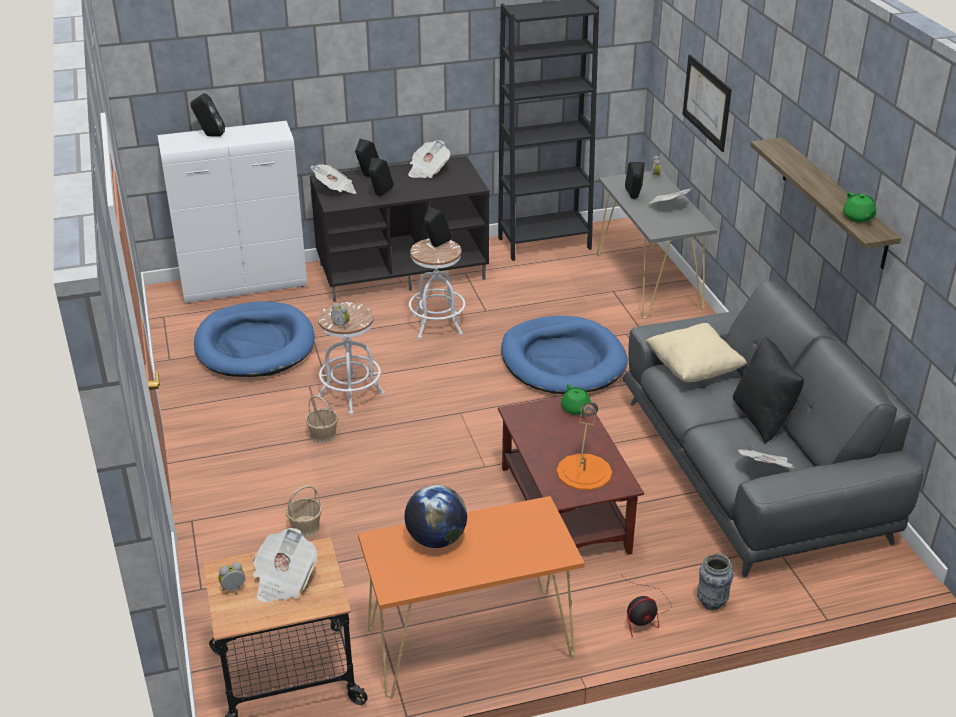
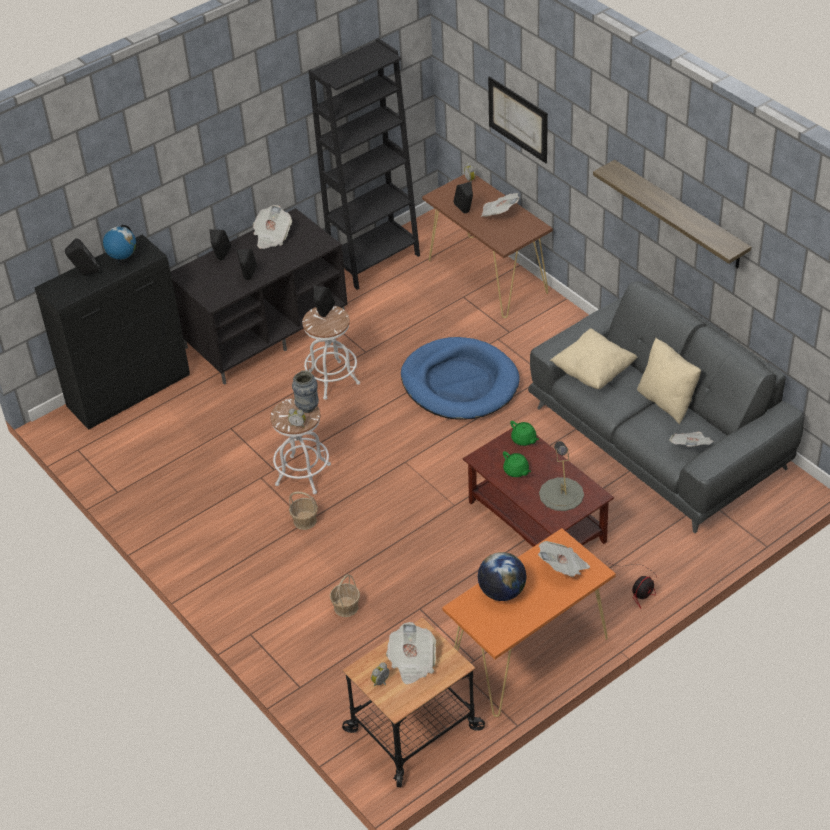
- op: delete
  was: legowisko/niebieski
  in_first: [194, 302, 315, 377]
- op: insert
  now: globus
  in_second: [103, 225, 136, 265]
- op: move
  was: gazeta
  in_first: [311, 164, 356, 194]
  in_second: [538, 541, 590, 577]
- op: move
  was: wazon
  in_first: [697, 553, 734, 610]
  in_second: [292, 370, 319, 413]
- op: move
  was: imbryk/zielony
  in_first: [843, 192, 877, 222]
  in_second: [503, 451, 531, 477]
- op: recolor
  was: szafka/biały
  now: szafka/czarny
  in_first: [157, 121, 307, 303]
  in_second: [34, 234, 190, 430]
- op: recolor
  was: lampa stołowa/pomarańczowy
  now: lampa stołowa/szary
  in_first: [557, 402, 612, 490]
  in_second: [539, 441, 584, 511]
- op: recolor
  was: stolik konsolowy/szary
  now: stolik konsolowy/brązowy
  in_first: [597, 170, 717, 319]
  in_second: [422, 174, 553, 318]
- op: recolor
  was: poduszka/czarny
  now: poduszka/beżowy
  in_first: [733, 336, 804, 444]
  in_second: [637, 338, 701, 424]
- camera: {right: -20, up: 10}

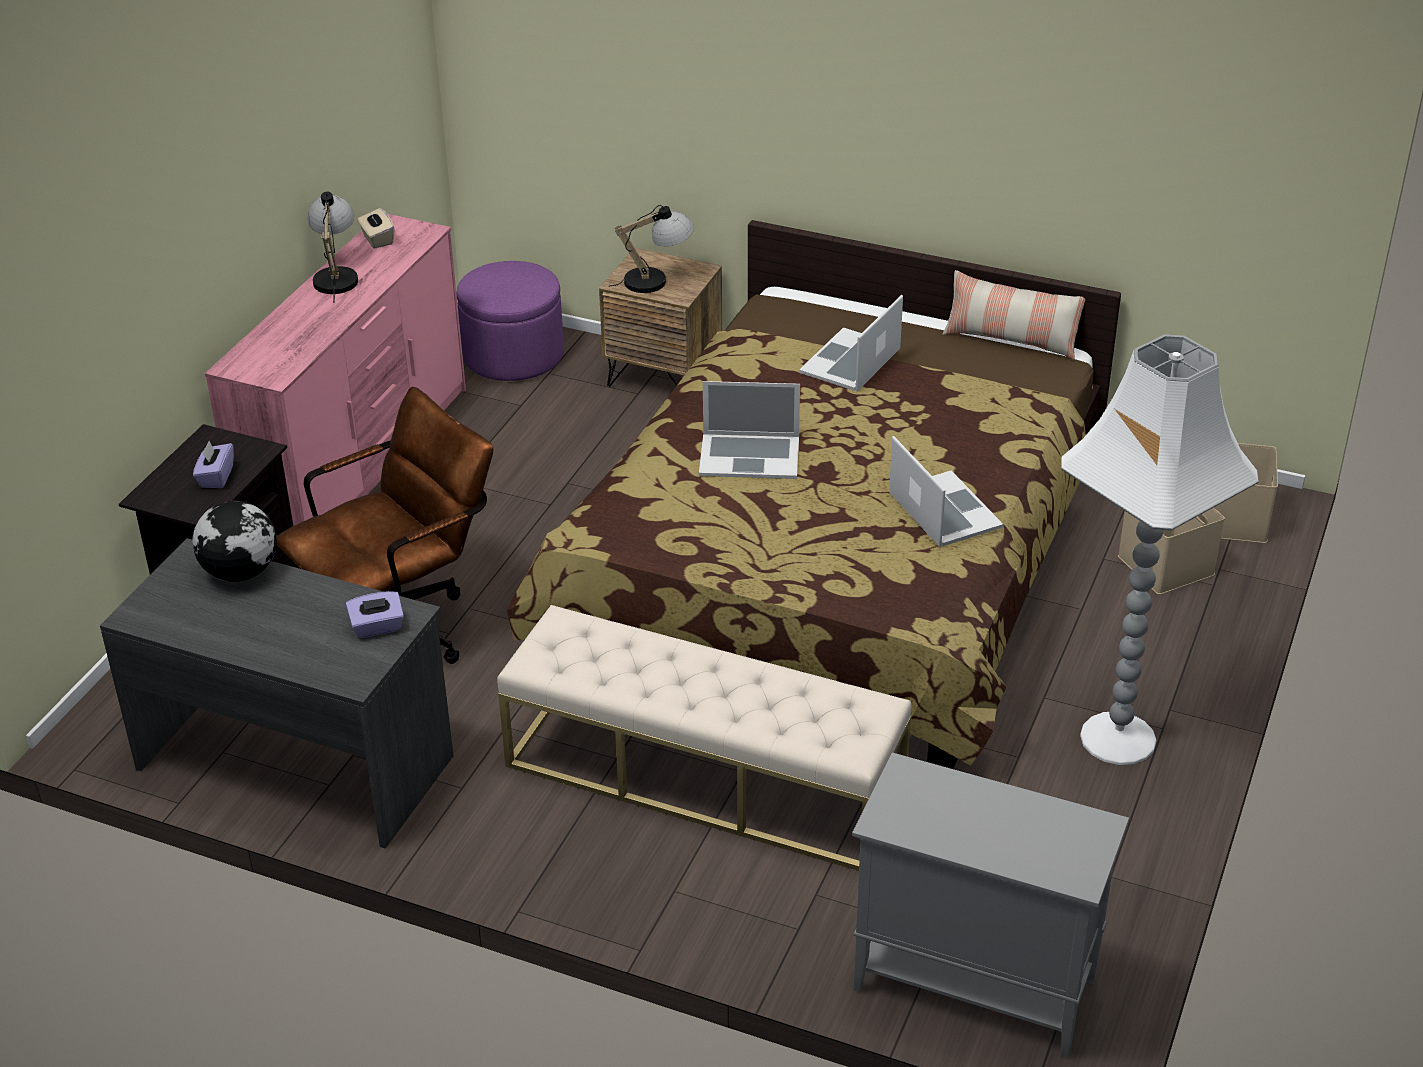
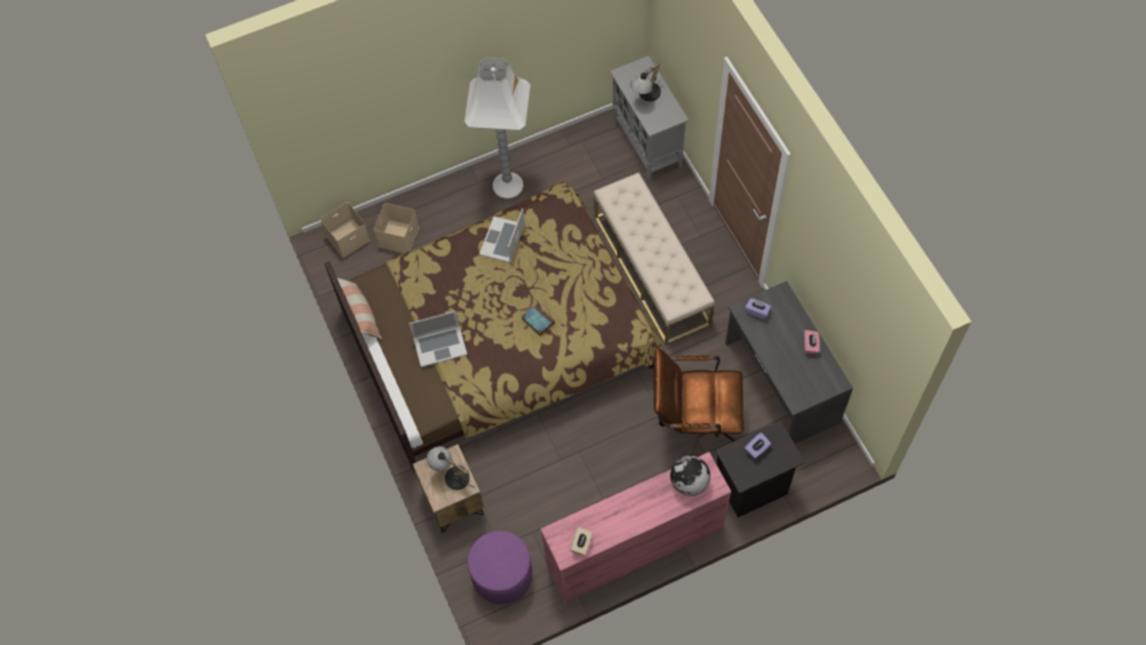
- op: insert
  now: pudełko chusteczek/różowy
  in_second: [804, 330, 820, 354]
- op: move
  was: globus
  in_first: [193, 501, 277, 582]
  in_second: [670, 456, 710, 496]
- op: move
  was: lampa stołowa
  in_first: [308, 192, 358, 303]
  in_second: [630, 62, 661, 101]
- op: replace
  was: laptop
  now: książka
  in_first: [699, 381, 800, 479]
  in_second: [521, 304, 555, 336]
- camera: {right: -135, up: 25}

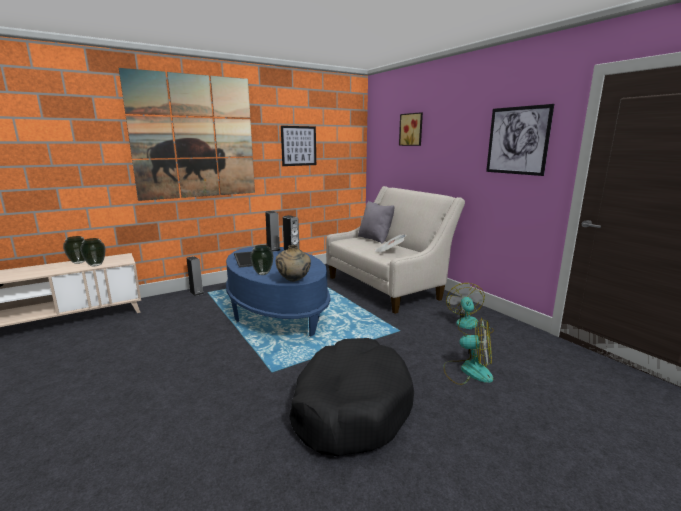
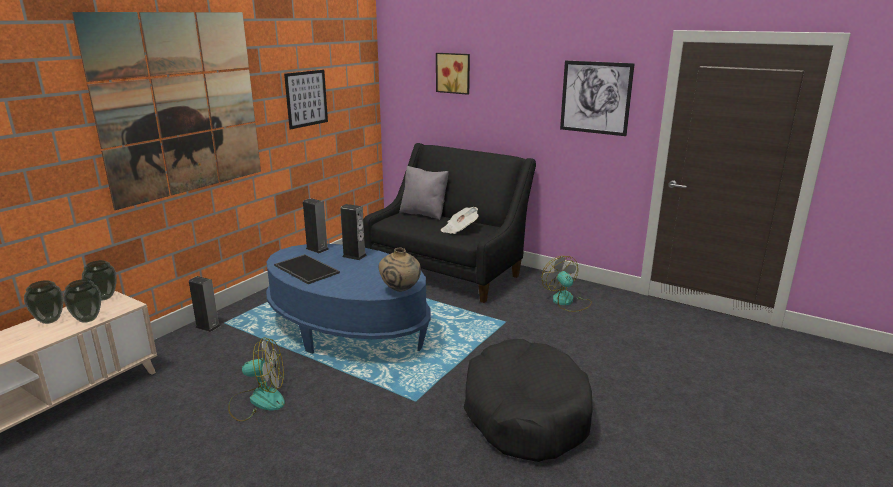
- op: move
  was: wazon
  in_first: [250, 245, 274, 275]
  in_second: [82, 260, 117, 300]
- op: move
  was: wentylator
  in_first: [443, 318, 493, 385]
  in_second: [228, 337, 285, 422]
- op: recolor
  was: kanapa/beżowy
  now: kanapa/czarny
  in_first: [326, 186, 465, 314]
  in_second: [363, 143, 536, 303]
- camera: {right: -25, up: 5}

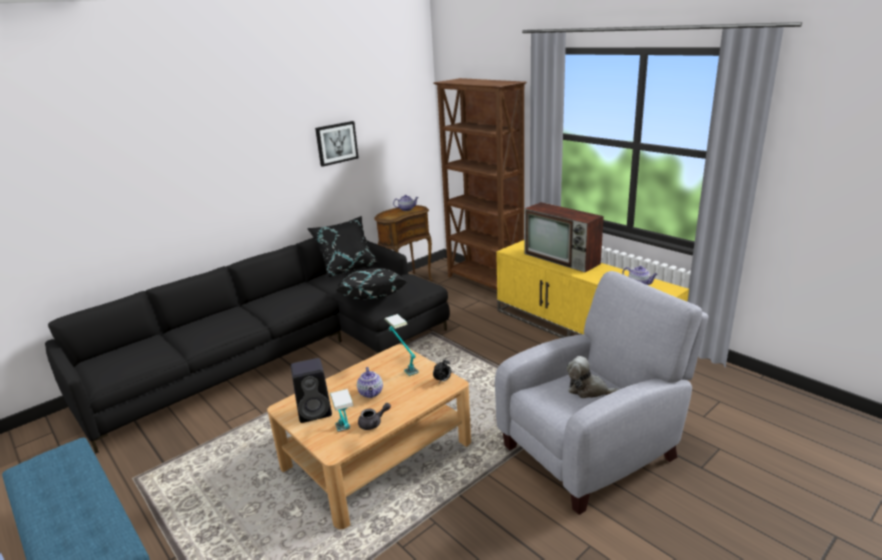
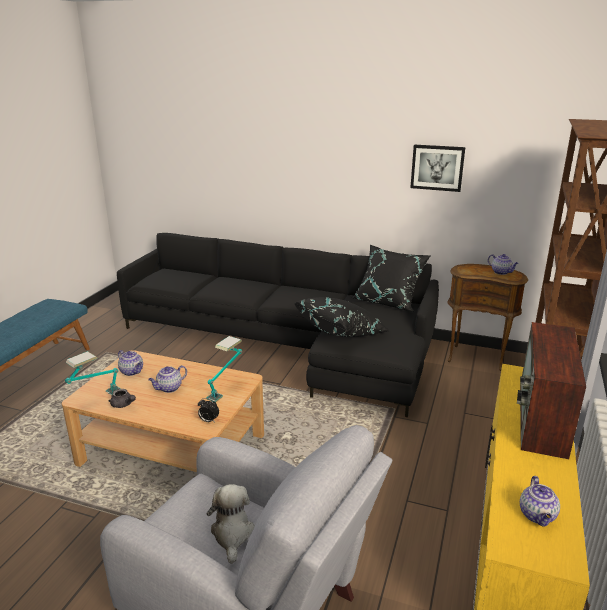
- op: replace
  was: głośnik/czarny
  now: imbryk
  in_first: [291, 358, 332, 423]
  in_second: [118, 350, 143, 376]
- camera: {right: 60, up: 0}

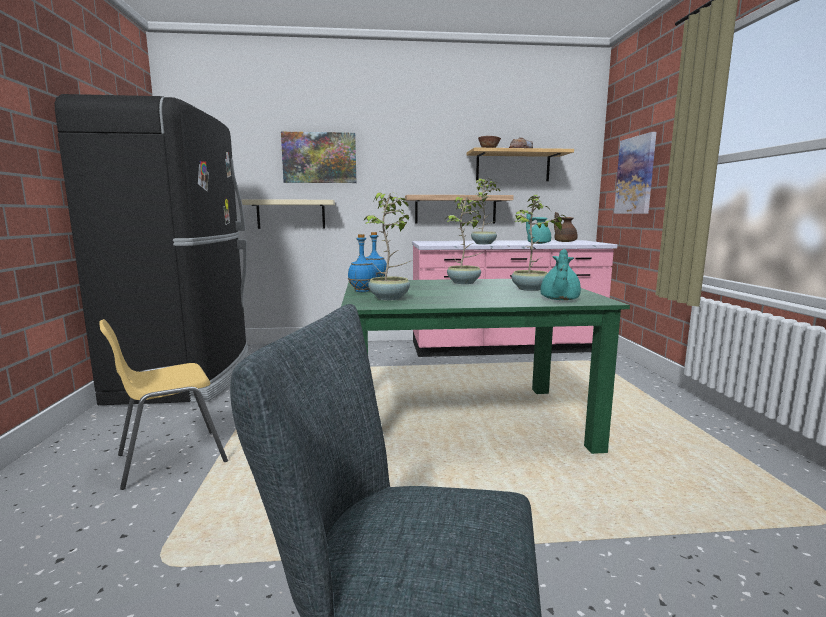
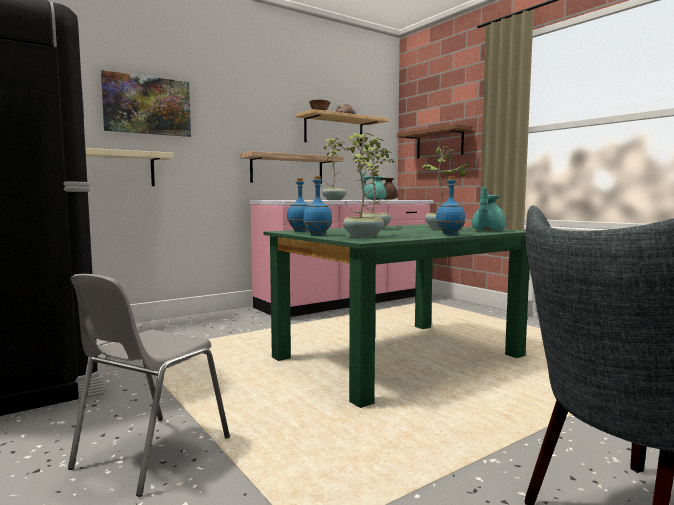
- op: insert
  now: butelka/niebieski
  in_second: [436, 177, 465, 235]
- op: replace
  was: obraz
  now: półka/brązowy
  in_first: [614, 132, 657, 214]
  in_second: [397, 124, 472, 159]
- op: recolor
  was: krzesło/żółty
  now: krzesło/szary
  in_first: [99, 319, 228, 490]
  in_second: [68, 274, 230, 497]
- op: rotate
  was: imbryk/turkusowy
  in_first: [540, 249, 581, 300]
  in_second: [472, 187, 505, 232]
  clockwise: 45
- camera: {right: -30, up: -5}

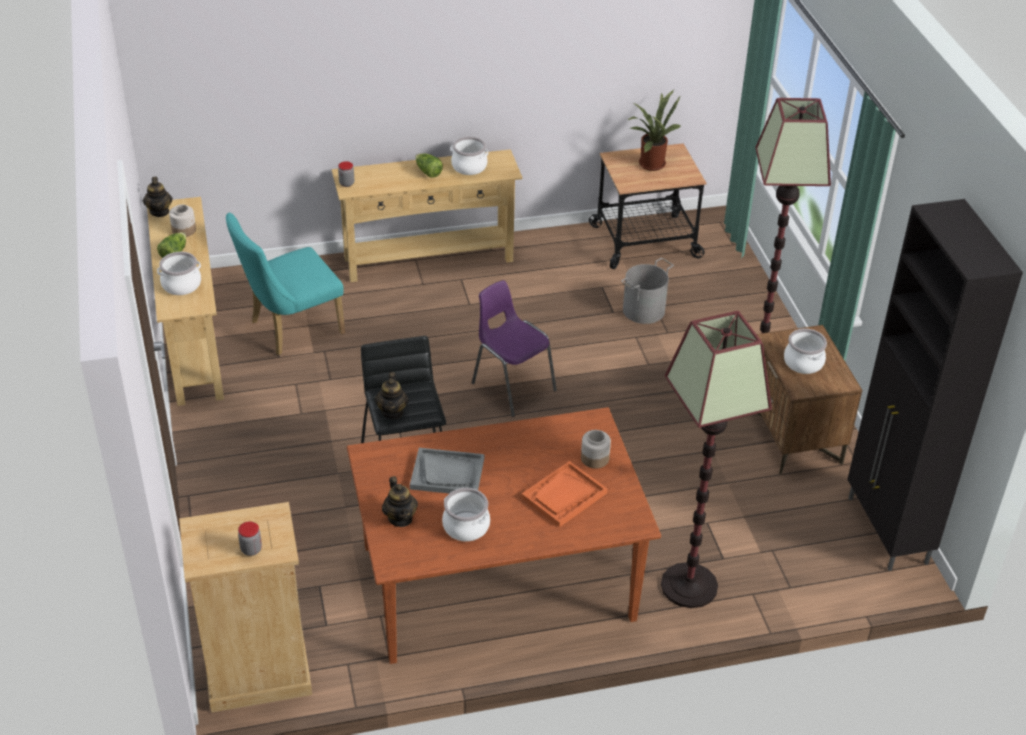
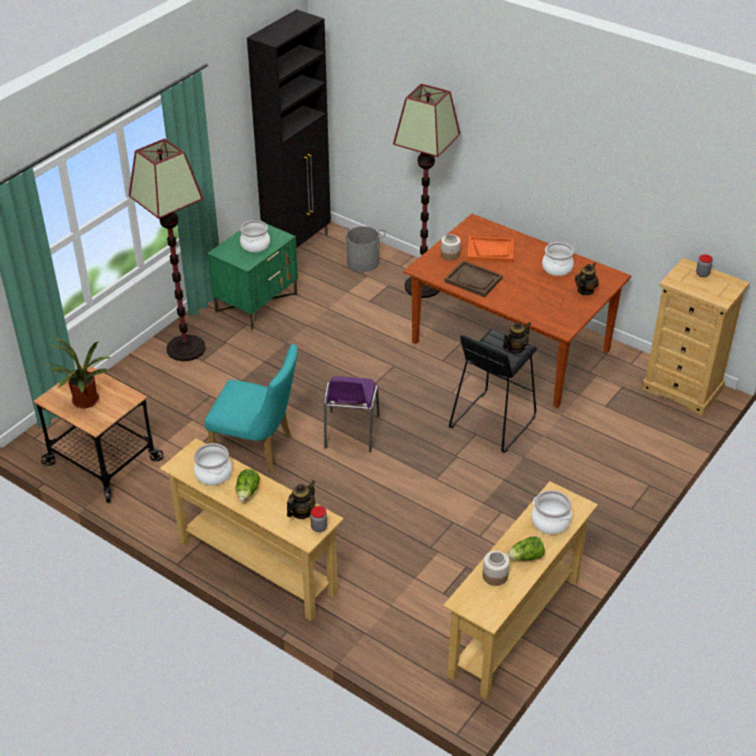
- op: delete
  was: taca/szary
  in_first: [410, 448, 484, 493]
- op: insert
  now: taca/brązowy
  in_second: [444, 261, 503, 297]
- op: move
  was: imbryk
  in_first: [143, 177, 172, 217]
  in_second: [287, 481, 315, 519]
- op: move
  was: krzesło/turkusowy
  in_first: [226, 213, 345, 355]
  in_second: [204, 344, 297, 473]
- op: move
  was: wiadro/szary
  in_first: [621, 258, 674, 324]
  in_second: [339, 226, 386, 272]
- op: recolor
  was: szafka nocna/brązowy
  now: szafka nocna/zielony
  in_first: [757, 325, 862, 474]
  in_second: [207, 219, 298, 330]
- camera: {right: -130, up: 0}

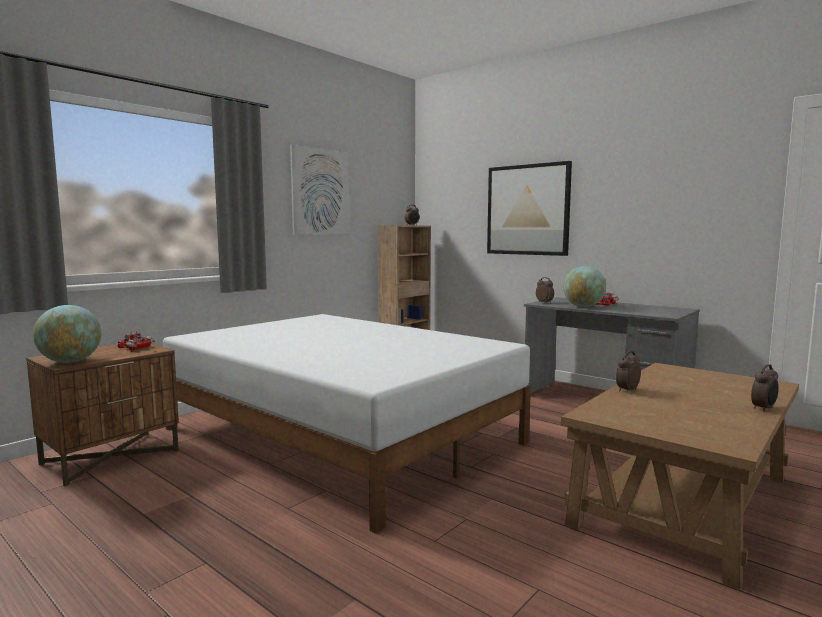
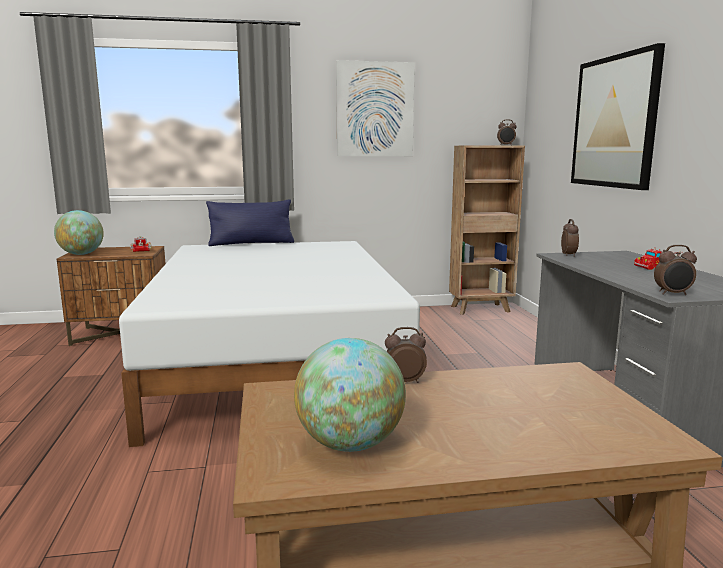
- op: insert
  now: poduszka/niebieski
  in_second: [206, 199, 294, 246]
- op: move
  was: globus
  in_first: [563, 266, 606, 307]
  in_second: [294, 338, 406, 452]
- op: move
  was: budzik
  in_first: [751, 364, 779, 412]
  in_second: [654, 245, 697, 295]
- camera: {right: 40, up: 5}

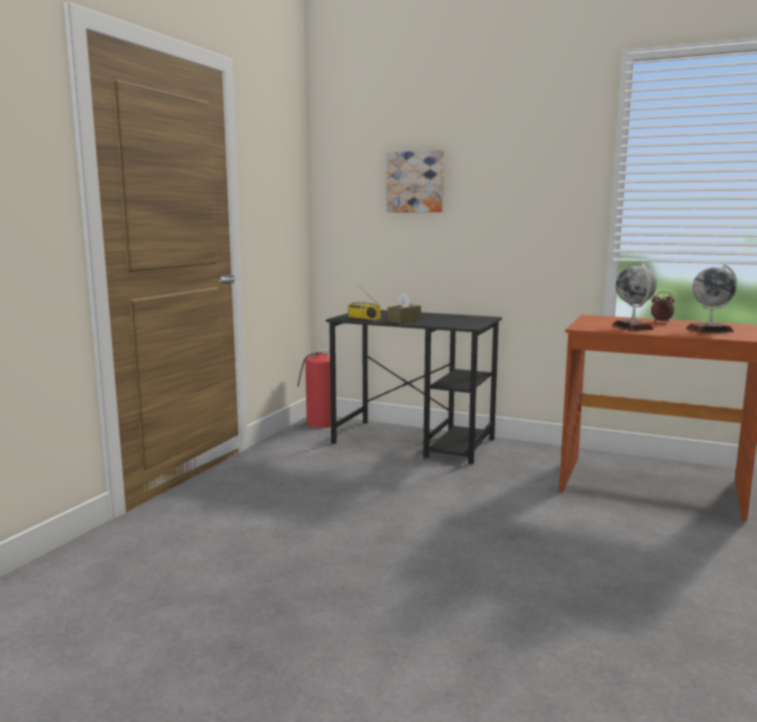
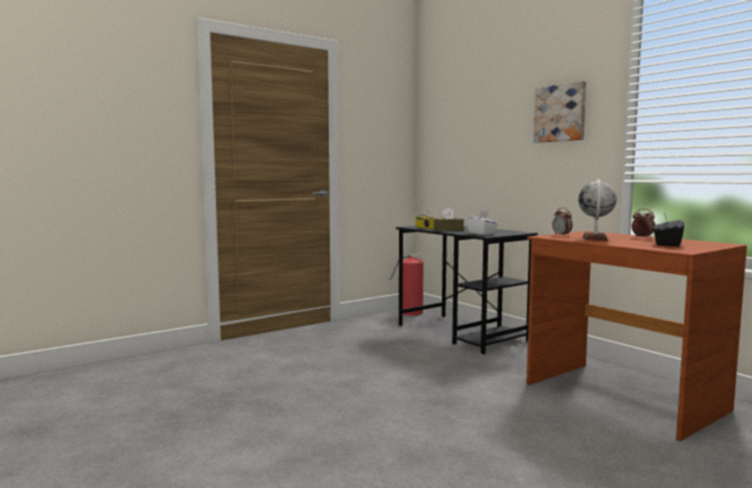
- op: insert
  now: pudełko chusteczek/biały
  in_second: [466, 211, 498, 235]
- op: insert
  now: budzik
  in_second: [552, 207, 573, 236]
- op: move
  was: obraz
  in_first: [387, 150, 444, 212]
  in_second: [534, 81, 586, 143]
- op: replace
  was: globus
  now: pudełko chusteczek/czarny
  in_first: [686, 265, 737, 332]
  in_second: [653, 212, 684, 246]
- camera: {right: 30, up: -5}

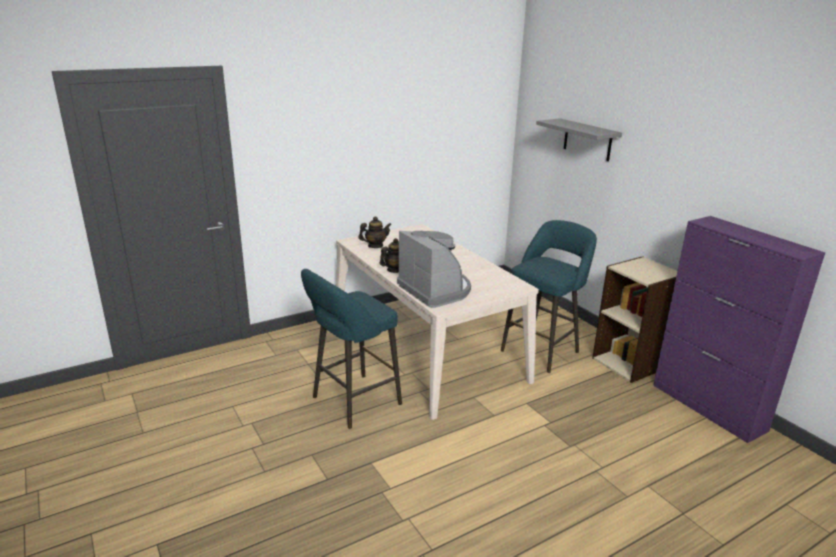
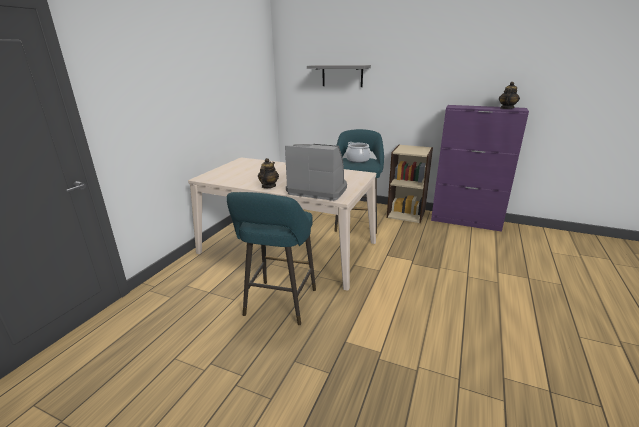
- op: insert
  now: garnek
  in_second: [346, 142, 371, 163]
- op: move
  was: imbryk
  in_first: [359, 216, 392, 248]
  in_second: [499, 82, 520, 109]
- camera: {right: -35, up: 0}

